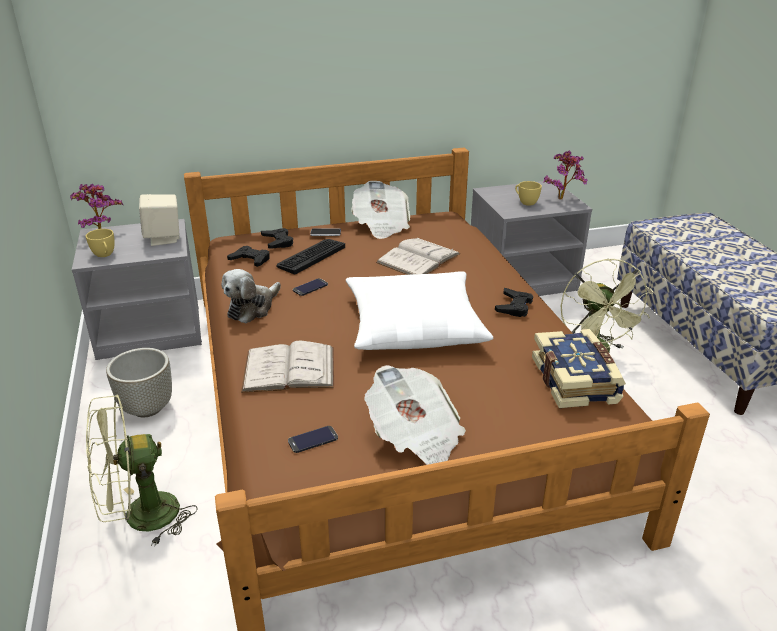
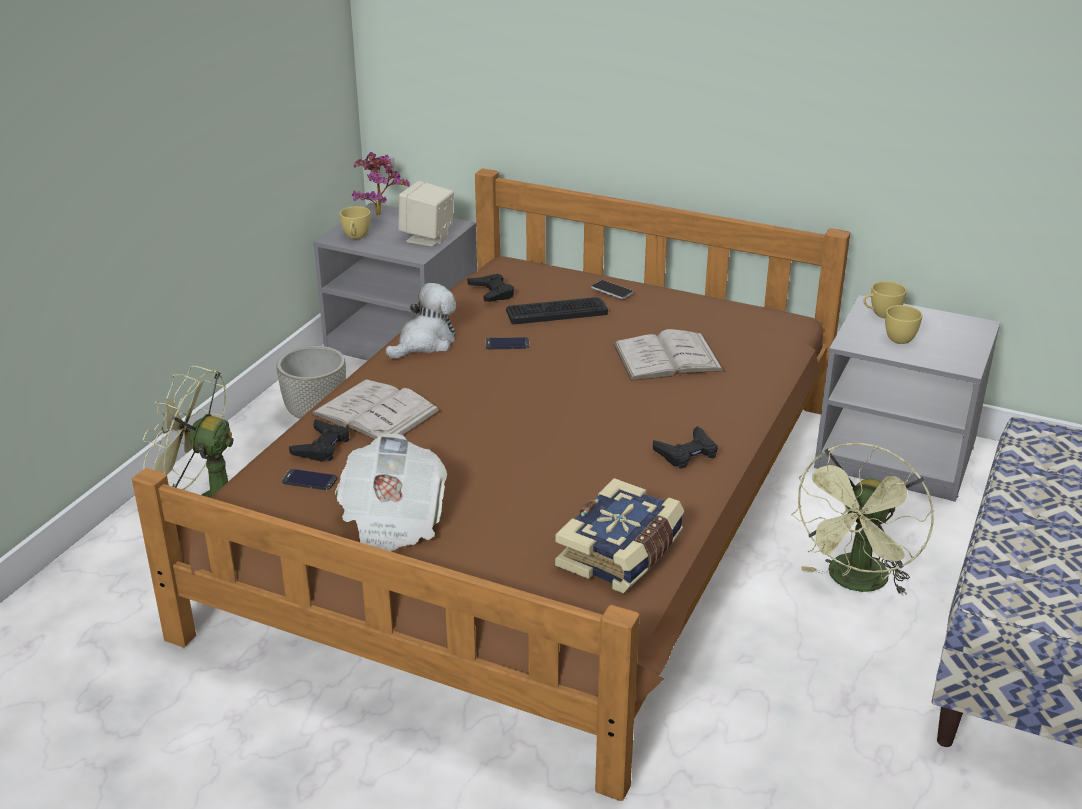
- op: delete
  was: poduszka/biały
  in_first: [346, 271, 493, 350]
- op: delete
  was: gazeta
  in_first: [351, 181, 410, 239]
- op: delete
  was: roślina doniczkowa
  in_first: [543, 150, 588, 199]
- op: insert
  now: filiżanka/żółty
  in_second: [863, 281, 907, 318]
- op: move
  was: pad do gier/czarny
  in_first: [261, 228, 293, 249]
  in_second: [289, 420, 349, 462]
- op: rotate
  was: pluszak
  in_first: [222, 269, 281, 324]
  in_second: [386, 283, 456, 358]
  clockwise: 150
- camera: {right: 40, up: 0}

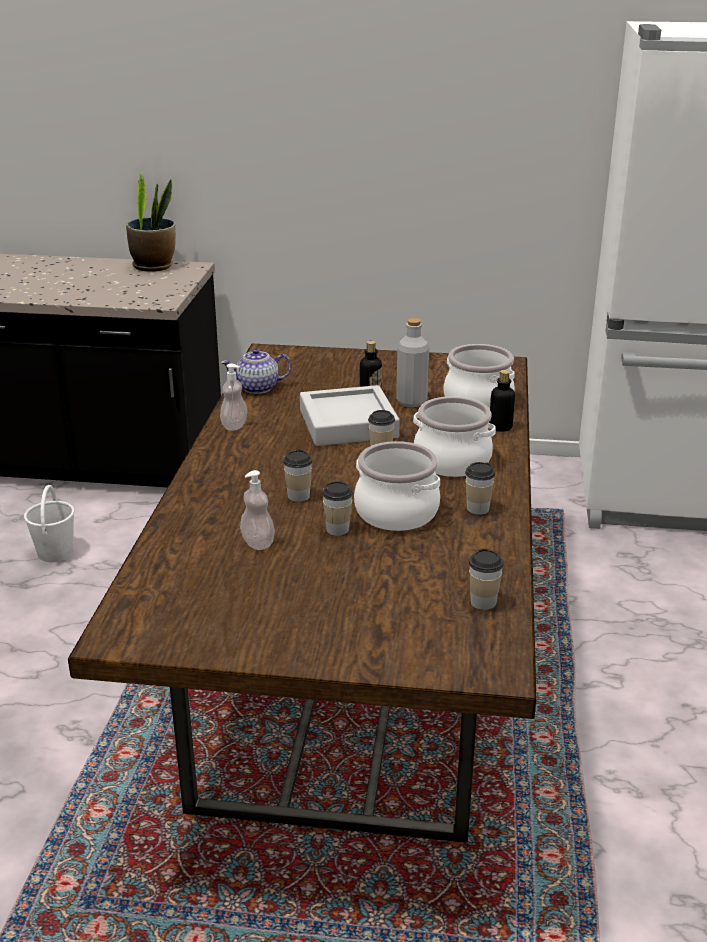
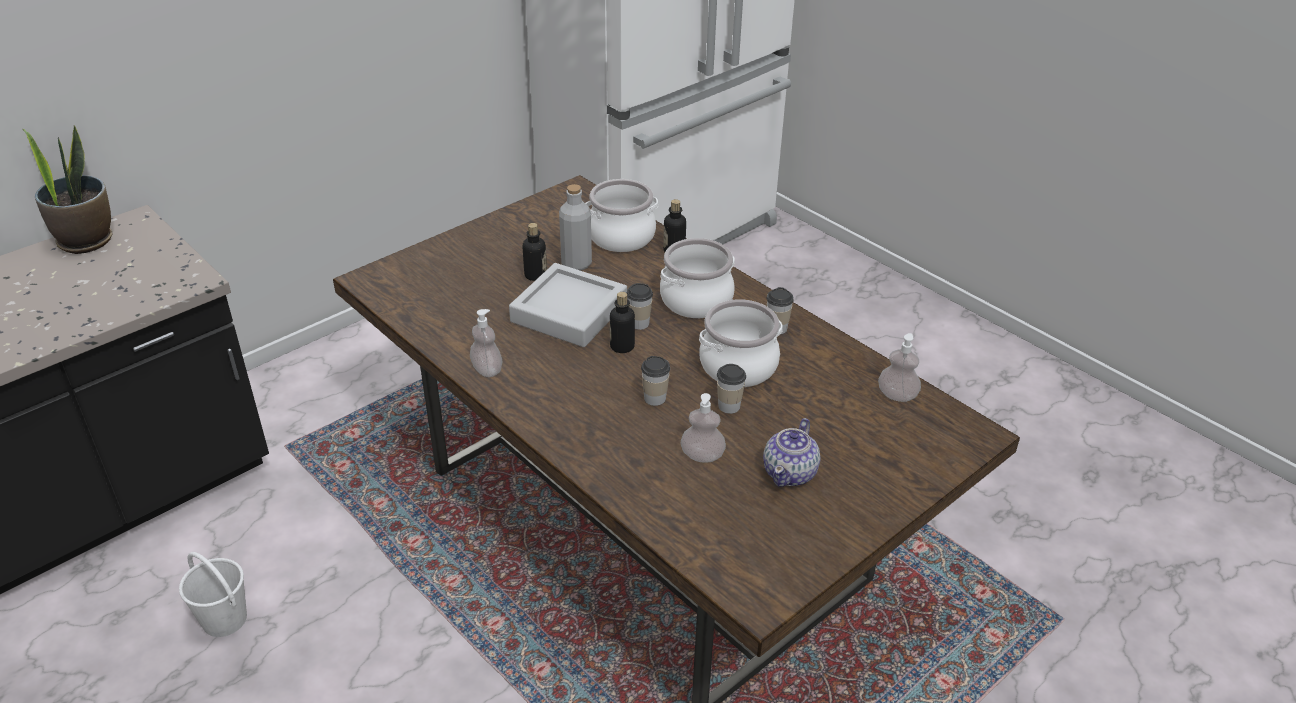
- op: insert
  now: butelka
  in_second: [610, 292, 635, 353]
- op: move
  was: imbryk
  in_first: [220, 348, 292, 394]
  in_second: [763, 418, 821, 487]
- op: replace
  was: filiżanka
  now: dozownik mydła
  in_first: [469, 549, 504, 610]
  in_second: [878, 333, 921, 402]
- camera: {right: -50, up: 10}

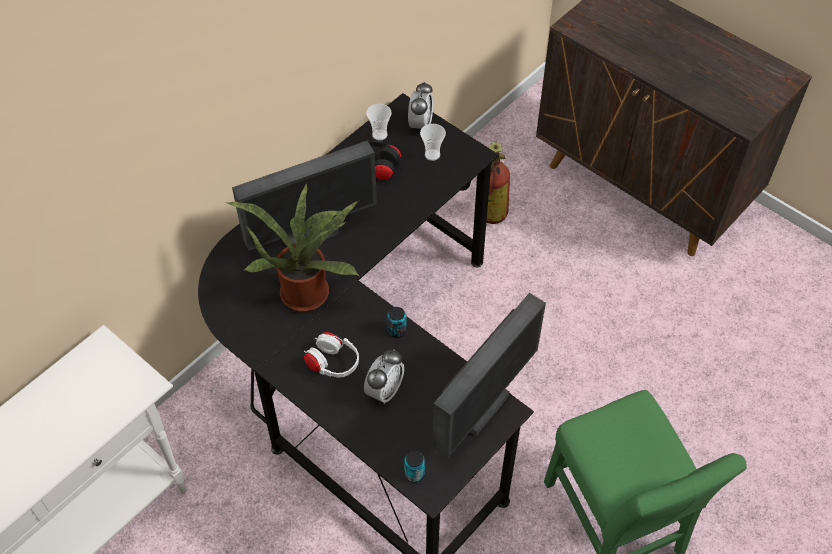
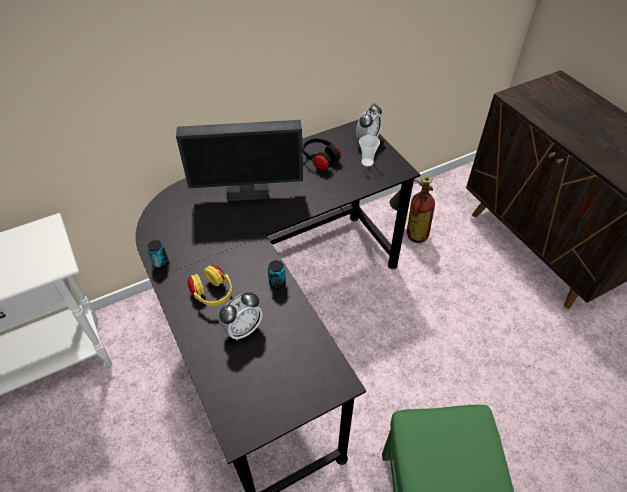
- op: delete
  was: roślina doniczkowa
  in_first: [227, 183, 359, 312]
- op: delete
  was: filiżanka
  in_first: [366, 104, 392, 141]
- op: delete
  was: monitor
  in_first: [432, 293, 546, 458]
- op: move
  was: puszka
  in_first: [404, 451, 425, 483]
  in_second: [147, 240, 169, 268]
- op: recolor
  was: słuchawki/biały
  now: słuchawki/żółty
  in_first: [304, 332, 359, 378]
  in_second: [187, 265, 232, 306]
- camera: {right: 20, up: -5}

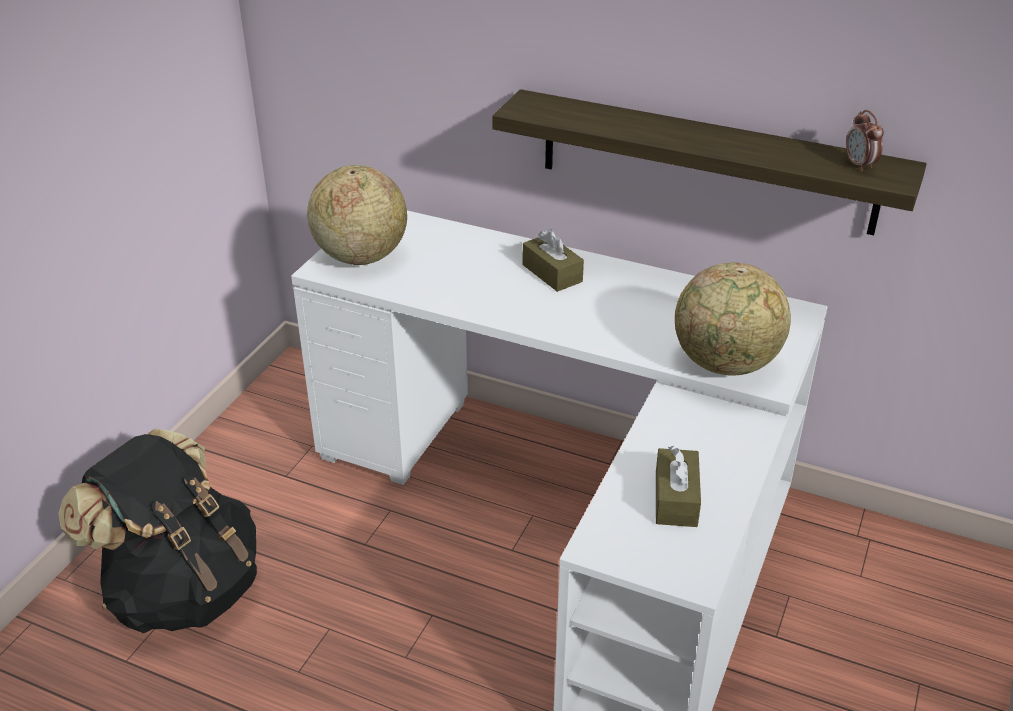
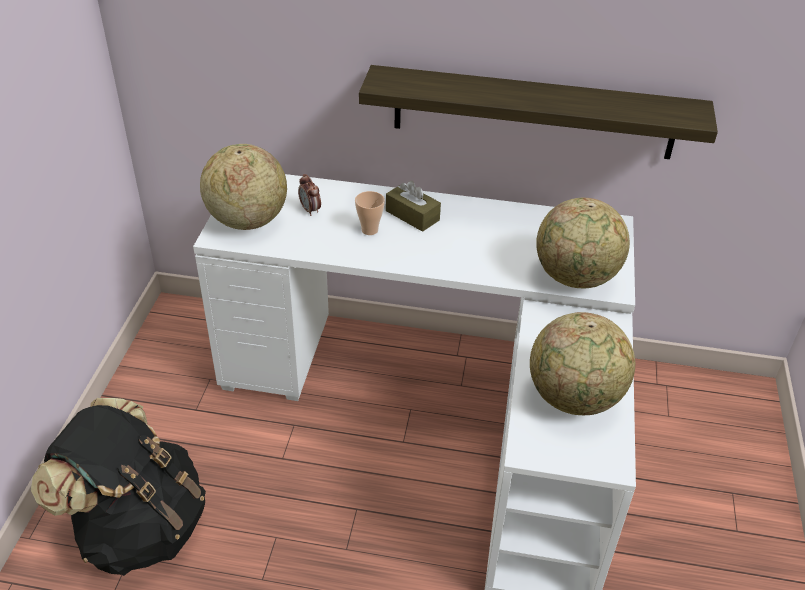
- op: insert
  now: filiżanka
  in_second: [355, 191, 385, 235]
- op: move
  was: budzik
  in_first: [846, 110, 884, 172]
  in_second: [298, 174, 321, 216]
- op: replace
  was: pudełko chusteczek/brązowy
  now: globus
  in_first: [656, 446, 701, 527]
  in_second: [530, 312, 635, 415]
- camera: {right: -15, up: 5}

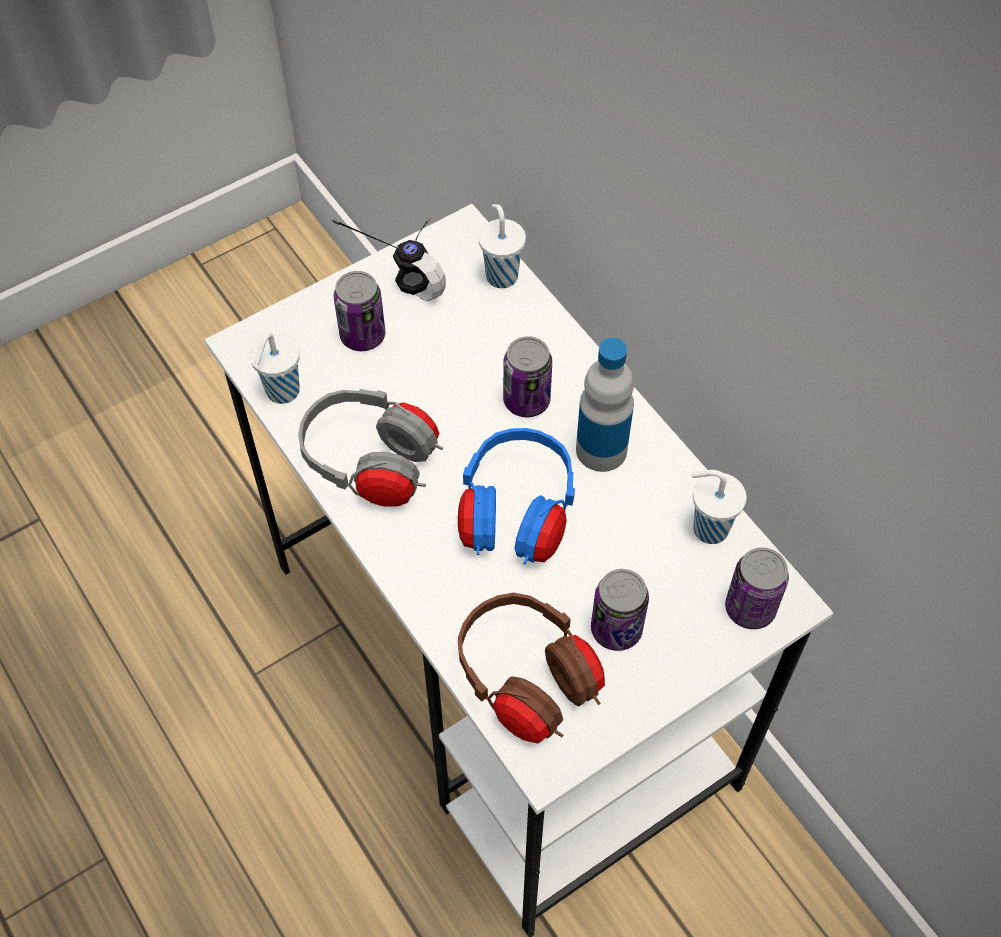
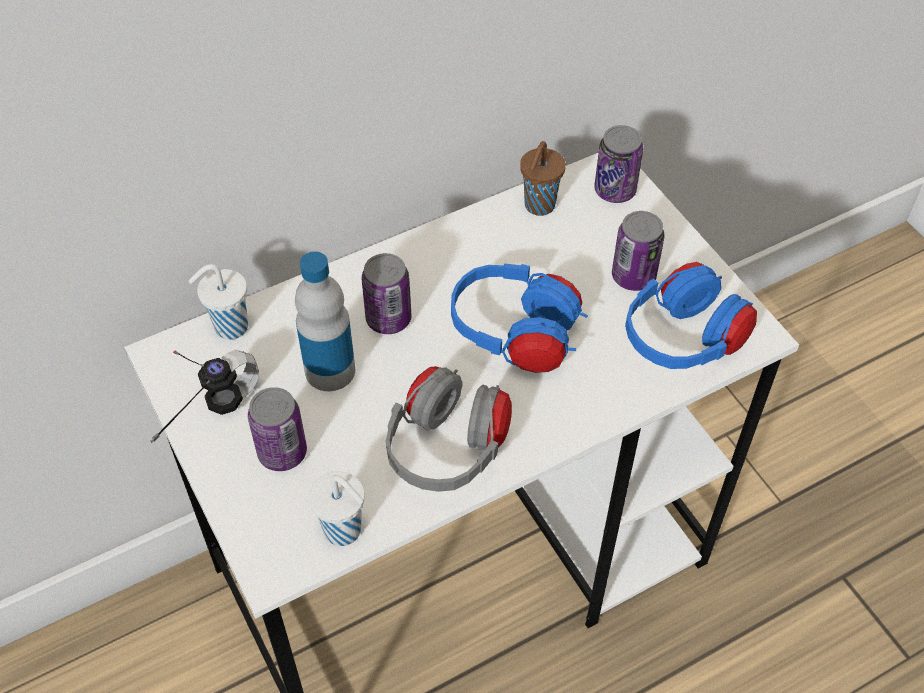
- op: move
  was: butelka
  in_first: [576, 338, 634, 472]
  in_second: [295, 251, 355, 391]
- op: recolor
  was: słuchawki/brązowy
  now: słuchawki/niebieski
  in_first: [458, 592, 605, 744]
  in_second: [625, 262, 757, 369]
- op: recolor
  was: filiżanka/biały
  now: filiżanka/brązowy
  in_first: [691, 470, 746, 544]
  in_second: [520, 141, 566, 216]
- camera: {right: -85, up: -5}

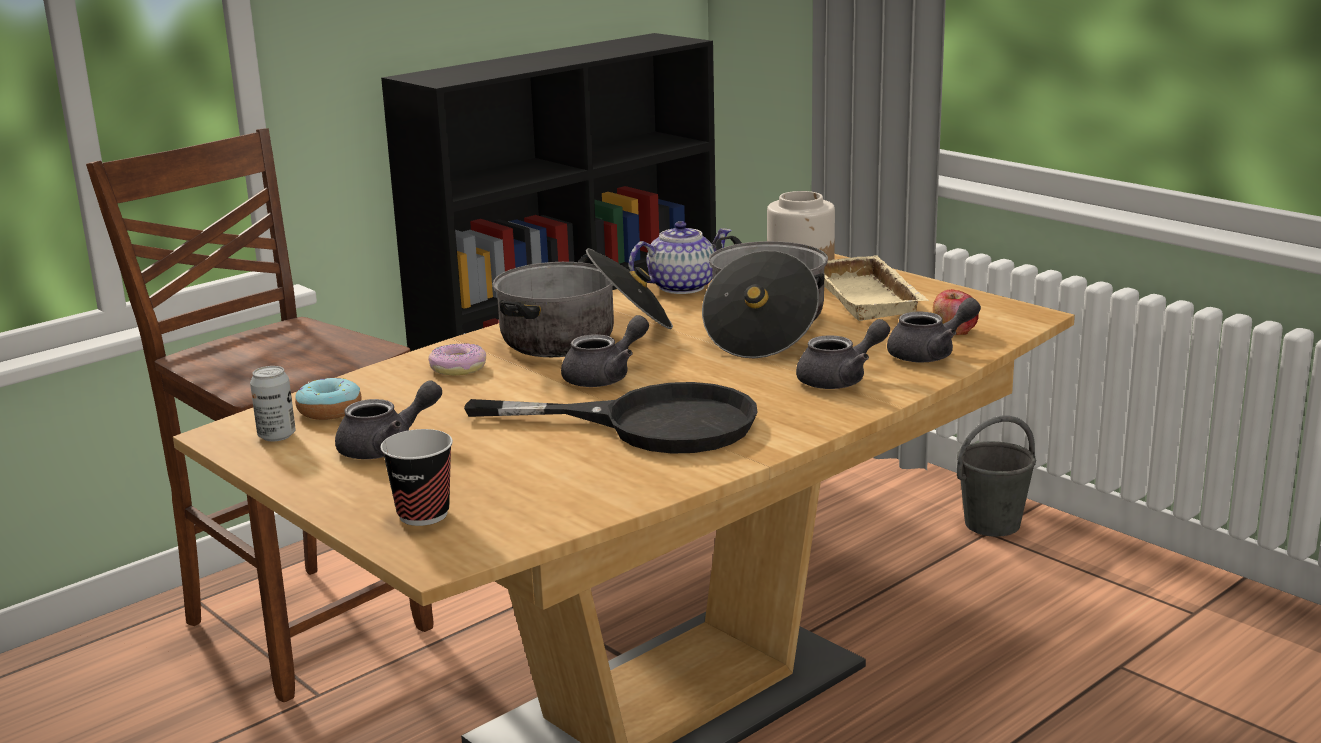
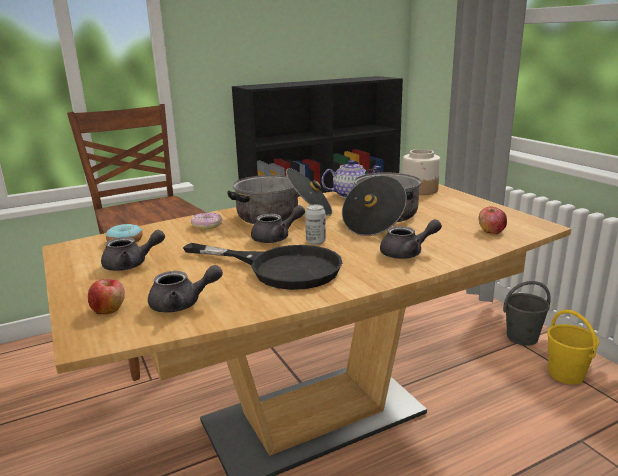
- op: delete
  was: taca/beżowy
  in_first: [824, 255, 929, 321]
- op: insert
  now: wiadro/żółty
  in_second: [547, 310, 599, 385]
- op: move
  was: puszka
  in_first: [250, 366, 295, 442]
  in_second: [305, 205, 326, 245]
- op: move
  was: imbryk/szary
  in_first: [887, 297, 981, 363]
  in_second: [148, 265, 223, 313]
- op: replace
  was: filiżanka
  now: jabłko
  in_first: [381, 429, 453, 526]
  in_second: [88, 279, 125, 314]
- camera: {right: 15, up: 0}

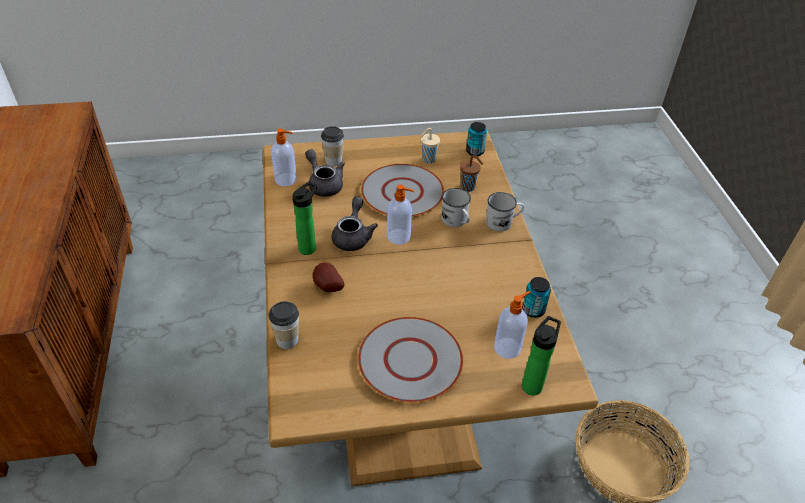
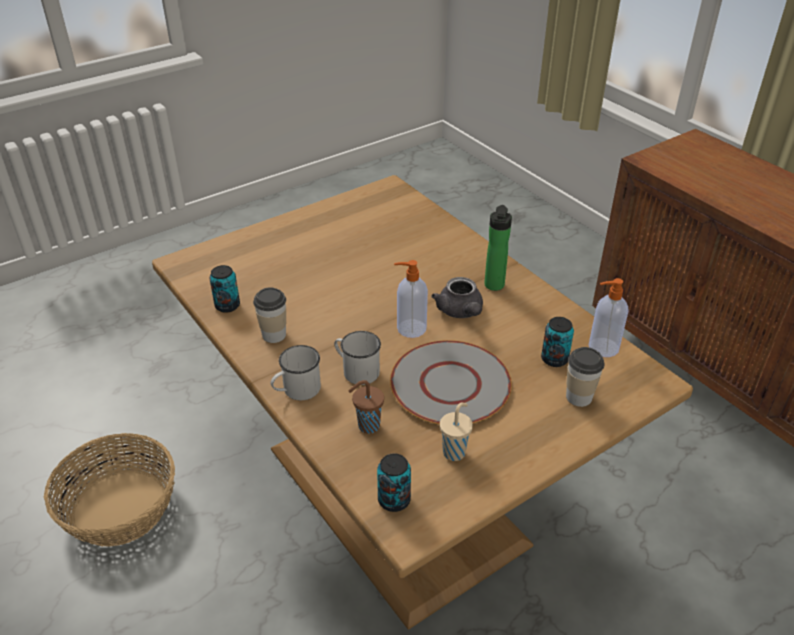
- op: delete
  was: ziemniak
  in_first: [313, 262, 345, 292]
- op: delete
  was: talerz/szary
  in_first: [358, 317, 463, 403]
- op: delete
  was: dozownik mydła
  in_first: [494, 291, 531, 359]
- op: delete
  was: butelka
  in_first: [522, 316, 561, 396]
- op: move
  was: filiżanka
  in_first: [269, 301, 299, 349]
  in_second: [253, 287, 286, 343]
- op: replace
  was: imbryk/szary
  now: puszka
  in_first: [305, 149, 345, 197]
  in_second: [541, 317, 574, 367]
- camera: {right: 155, up: -5}

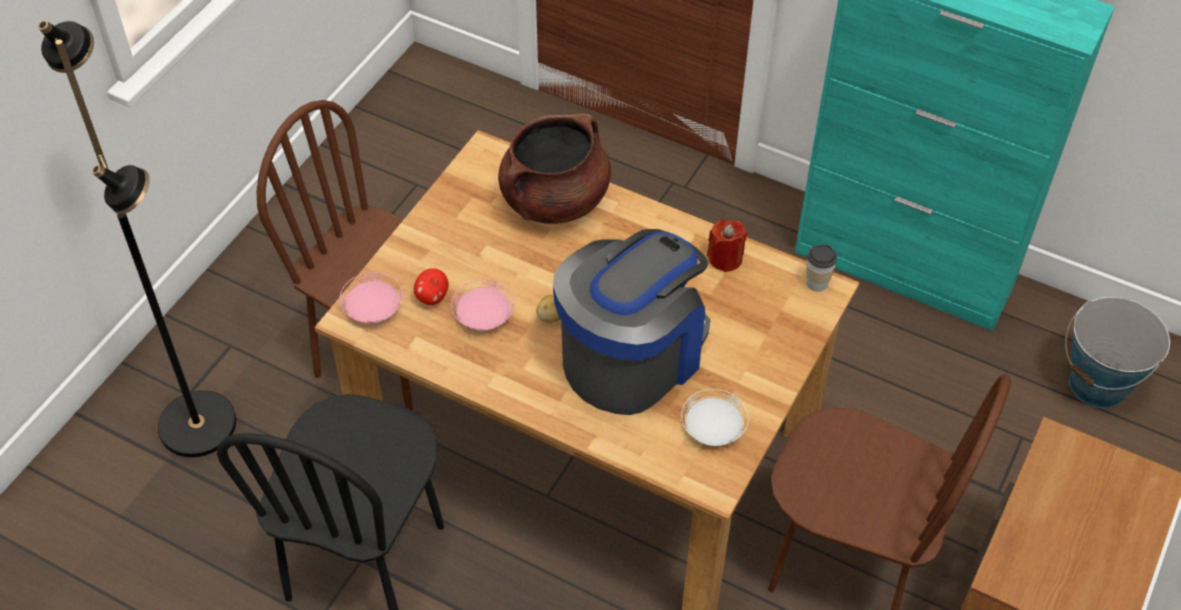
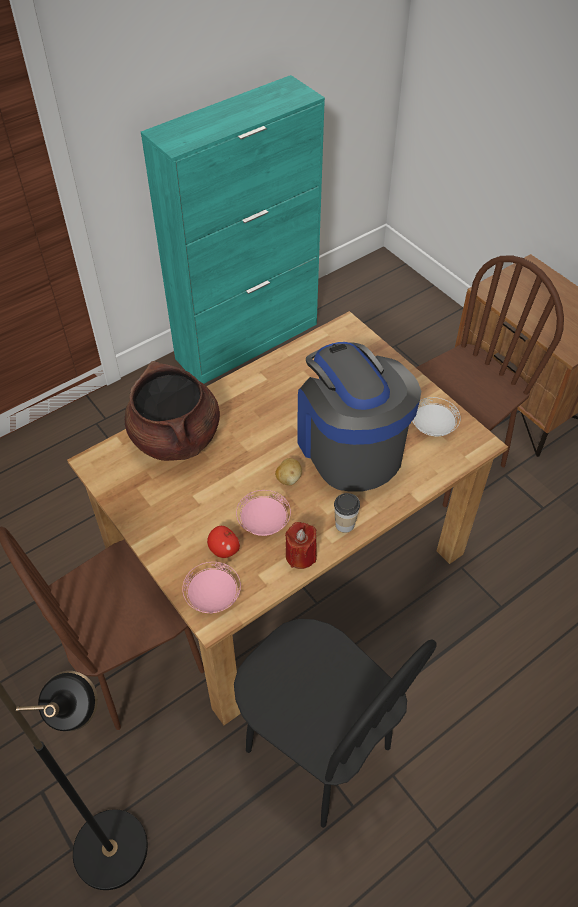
- op: delete
  was: wiadro
  in_first: [1065, 297, 1170, 408]
- op: move
  was: świeca/czerwony
  in_first: [707, 220, 747, 272]
  in_second: [285, 522, 317, 569]
- op: move
  was: filiżanka
  in_first: [806, 245, 837, 292]
  in_second: [334, 493, 360, 533]
- camera: {right: -65, up: 0}

